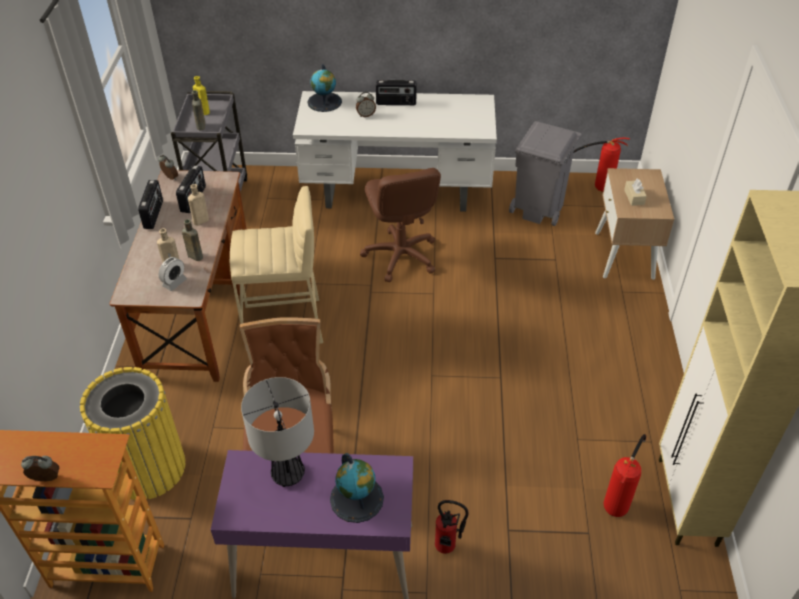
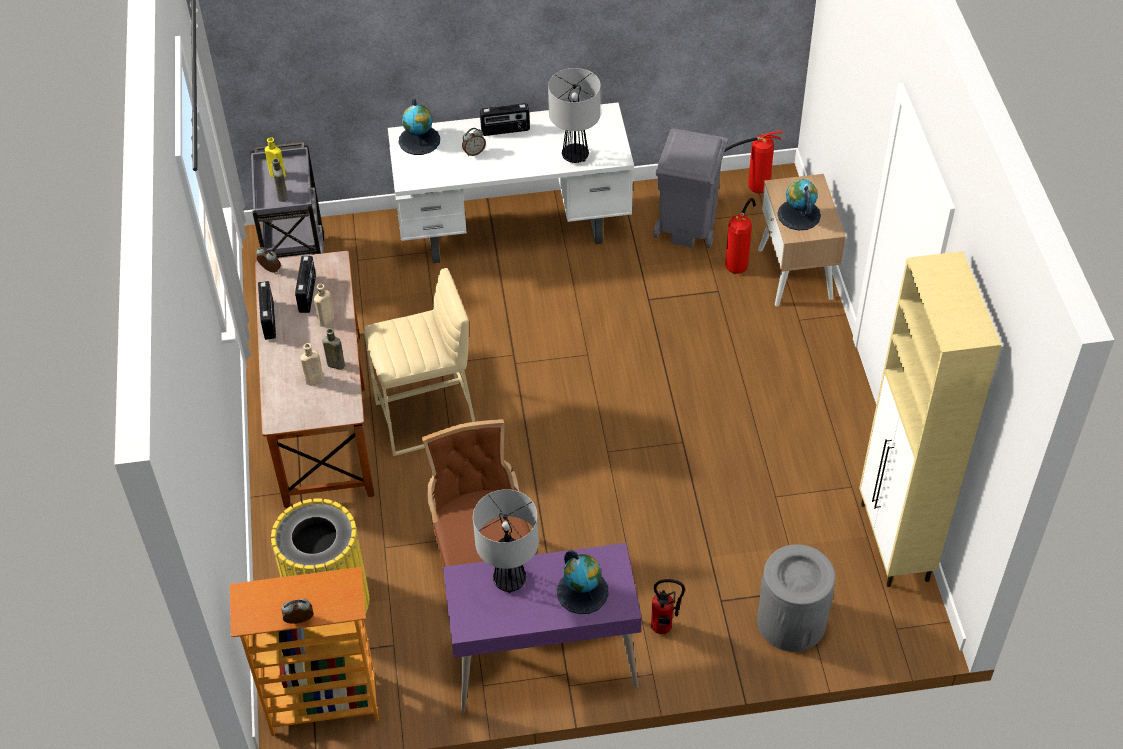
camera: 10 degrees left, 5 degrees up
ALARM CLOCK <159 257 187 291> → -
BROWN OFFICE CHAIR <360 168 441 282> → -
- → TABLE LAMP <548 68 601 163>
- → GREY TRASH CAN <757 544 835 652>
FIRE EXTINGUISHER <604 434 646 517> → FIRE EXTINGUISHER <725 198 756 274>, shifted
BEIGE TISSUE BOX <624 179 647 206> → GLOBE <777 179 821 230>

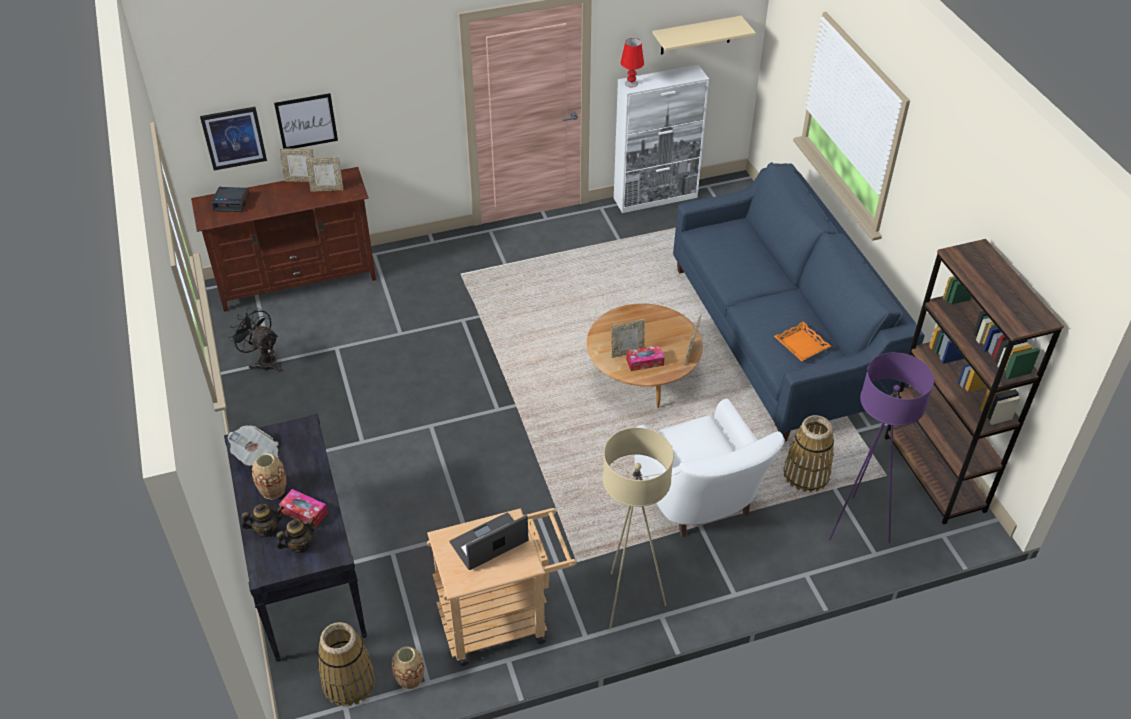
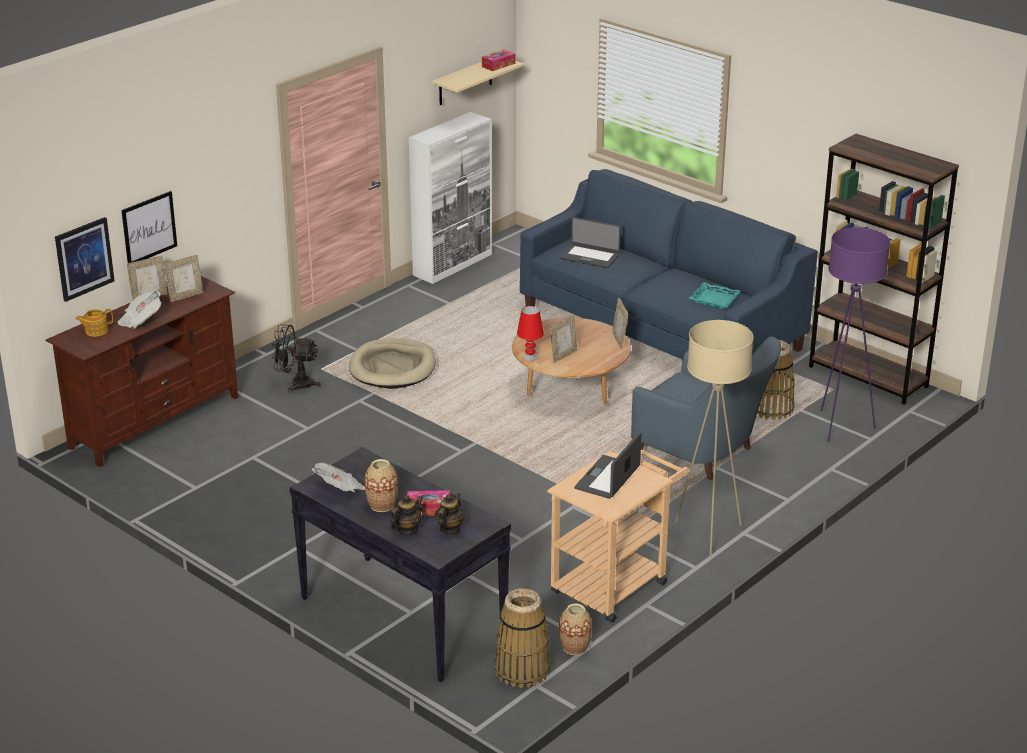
camera: 30 degrees left, 15 degrees down
- → NEWSPAPER <117 291 161 329>
- → BEIGE DOG BED <349 338 436 389>
- → LAPTOP <560 217 621 268>
BLACK FAN <228 307 281 373> → BLACK FAN <272 325 321 393>, shifted
RED TABLE LAMP <621 38 644 88> → RED TABLE LAMP <517 306 544 361>, shifted
TISSUE BOX <626 345 665 371> → TISSUE BOX <482 49 515 71>, shifted
ALARM CLOCK <212 187 249 212> → TEAPOT <76 309 113 337>
WHITE ARMCHAIR <634 399 785 538> → BLUE ARMCHAIR <631 336 781 480>
ORANGE TRAY <774 322 831 361> → TURQUOISE TRAY <689 282 741 309>

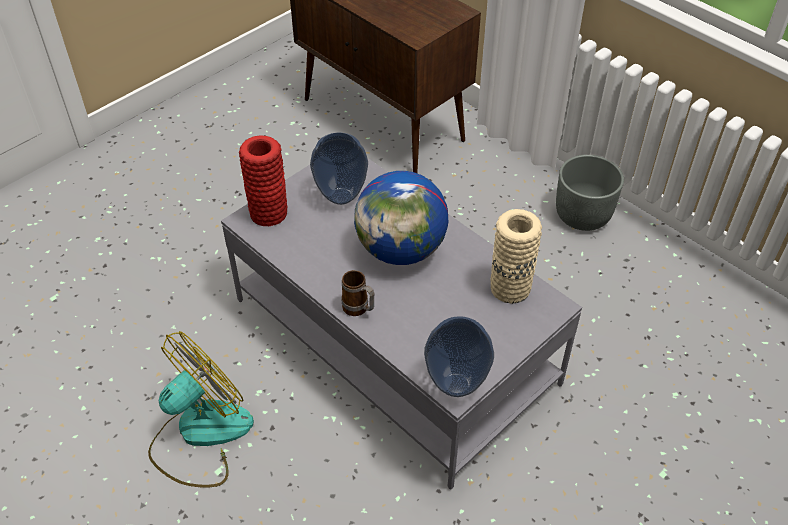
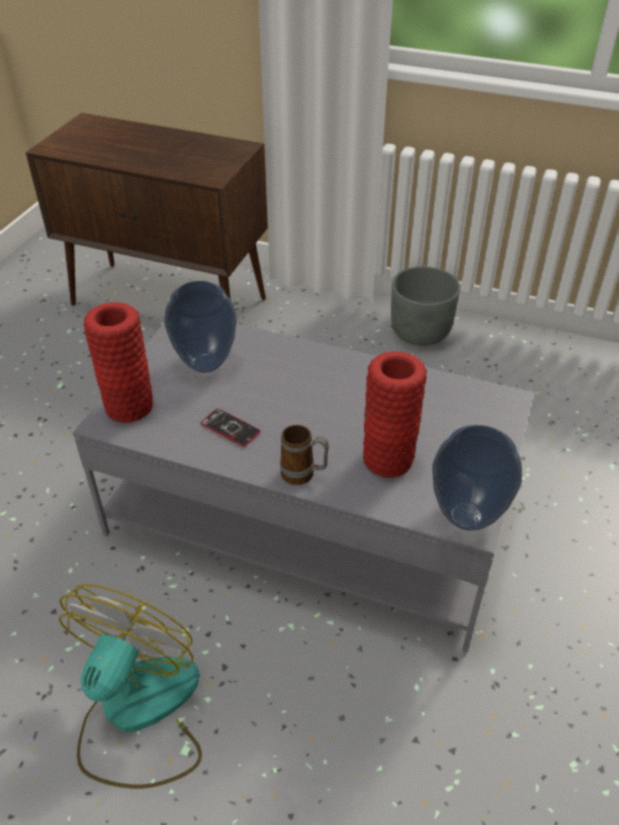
camera: 25 degrees left, 5 degrees down
GLOBE <354 171 448 265> → -
BEIGE VASE <490 209 542 304> → -
- → PHONE <201 408 261 447>
- → RED VASE <363 351 427 478>

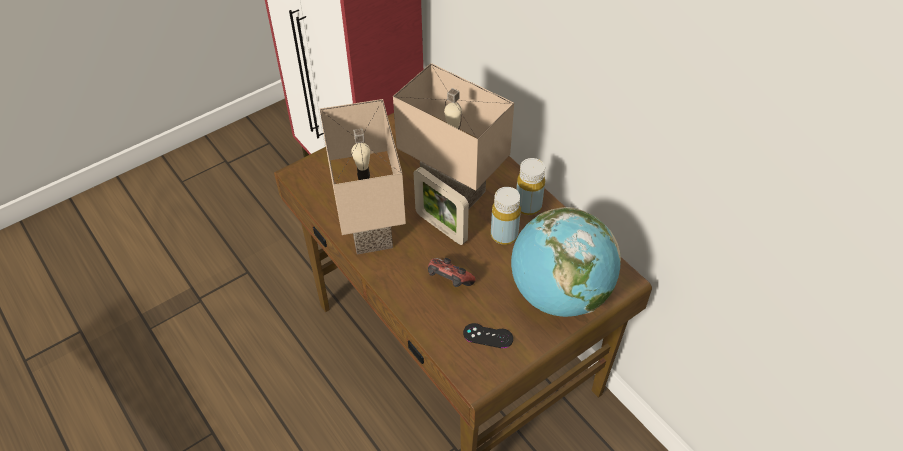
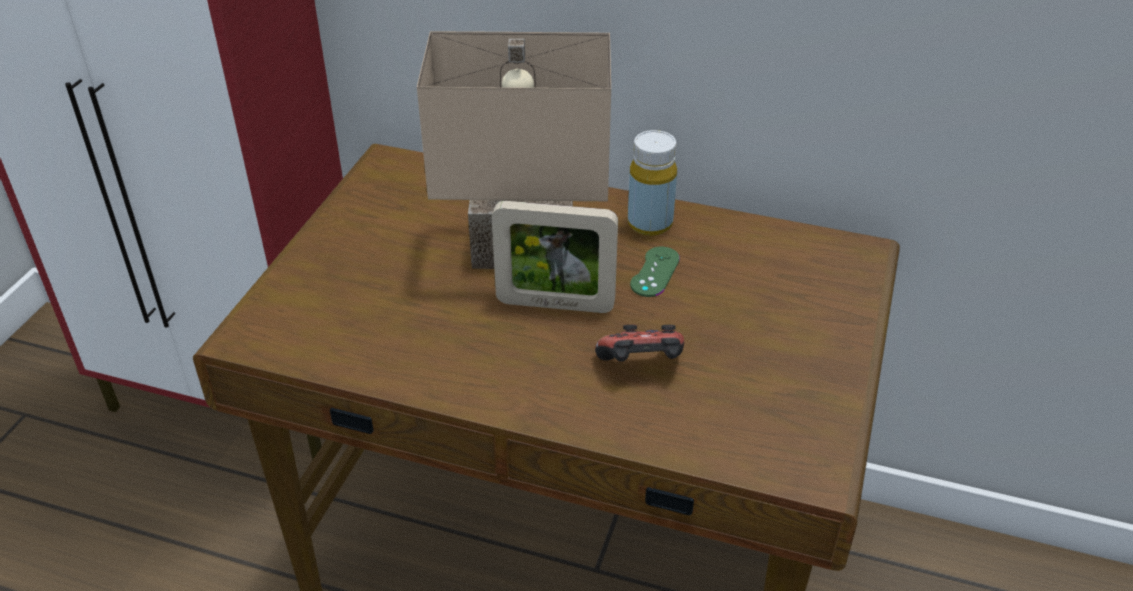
camera: 35 degrees left, 10 degrees down
BEIGE TABLE LAMP <320 99 406 255> → -
BLACK GAME CONTROLLER <463 323 513 348> → -
GLOBE <511 207 621 317> → -
YELLOW BOTTLE <491 187 521 245> → GREEN GAME CONTROLLER <630 247 680 297>

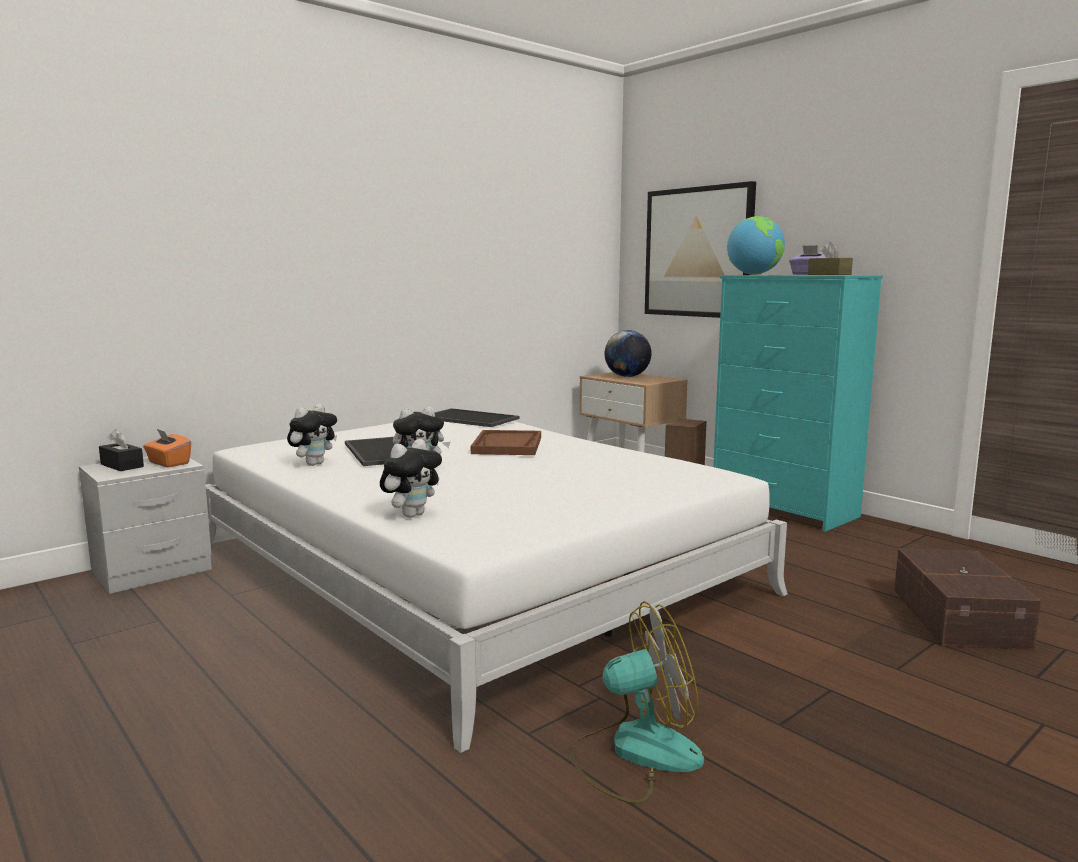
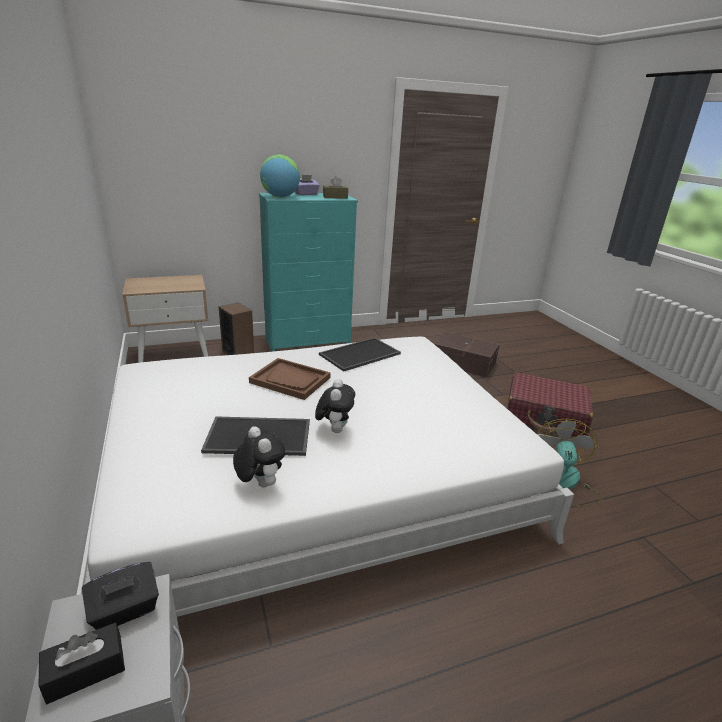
camera: 70 degrees left, 15 degrees up
PLUSH TOY <380 439 442 518> → -
GLOBE <604 330 652 377> → -
PICTURE <645 181 756 318> → -
- → RED SUITCASE <507 372 593 437>
TRAY <434 408 520 427> → TRAY <319 337 401 372>, shifted
ORANGE TISSUE BOX <143 429 191 468> → BLACK TISSUE BOX <82 562 159 630>

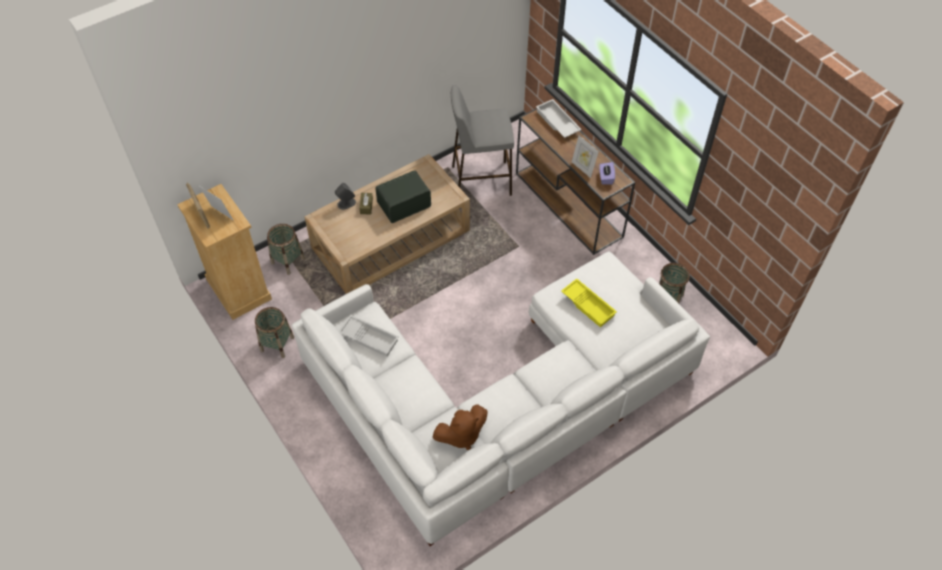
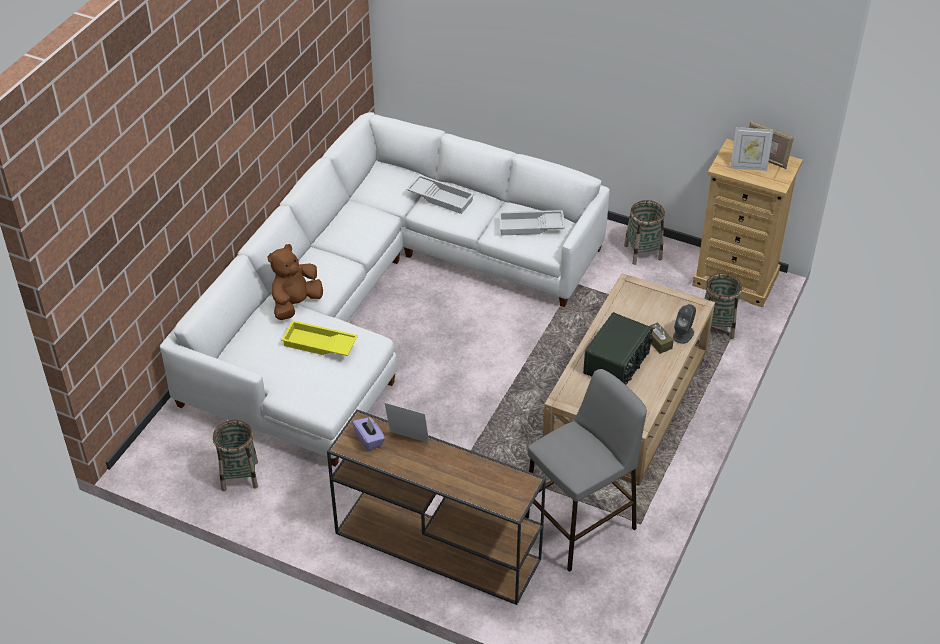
camera: 150 degrees right, 10 degrees down
BROWN PLUSH TOY <432 404 488 450> → BROWN PLUSH TOY <268 244 323 320>, shifted
WHITE TRAY <536 99 582 138> → WHITE TRAY <406 174 475 214>, shifted

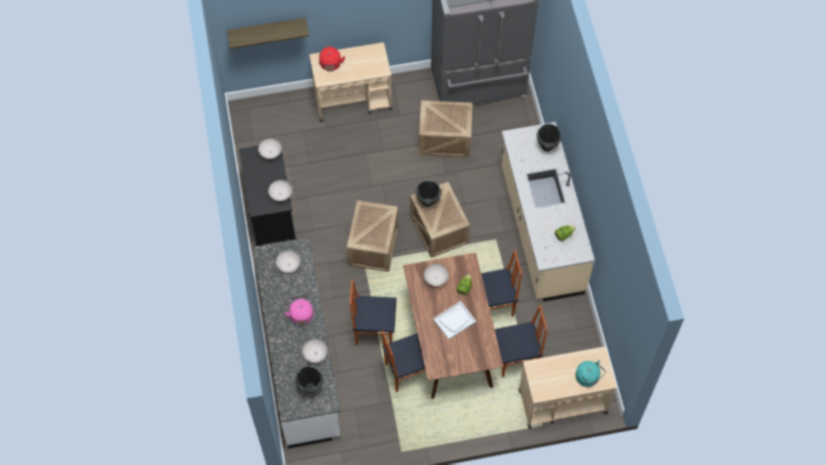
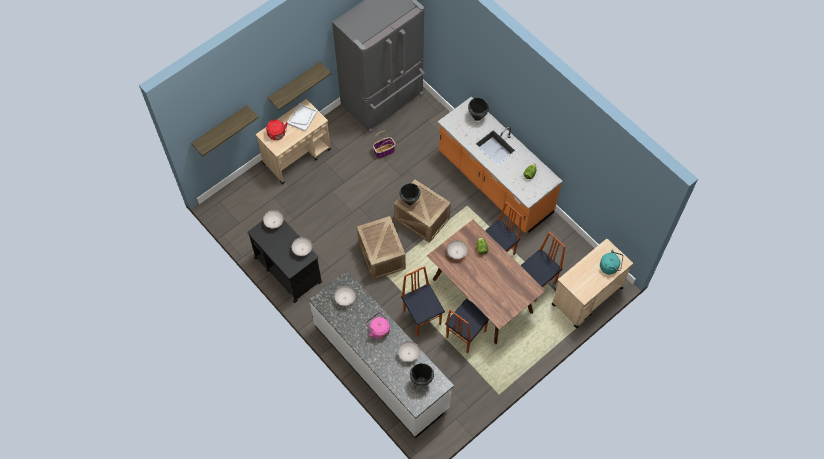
camera: 30 degrees left, 0 degrees up
- → SHELF <268 62 331 110>
WHITE TRAY <433 301 476 340> → WHITE TRAY <287 103 318 132>, shifted
CRATE <419 101 472 158> → BASKET <373 131 396 159>
BEIGE COUNTER <502 122 595 302> → ORANGE COUNTER <438 96 563 233>
CHAIR <350 279 397 345> → CHAIR <401 266 445 336>, 90 degrees clockwise

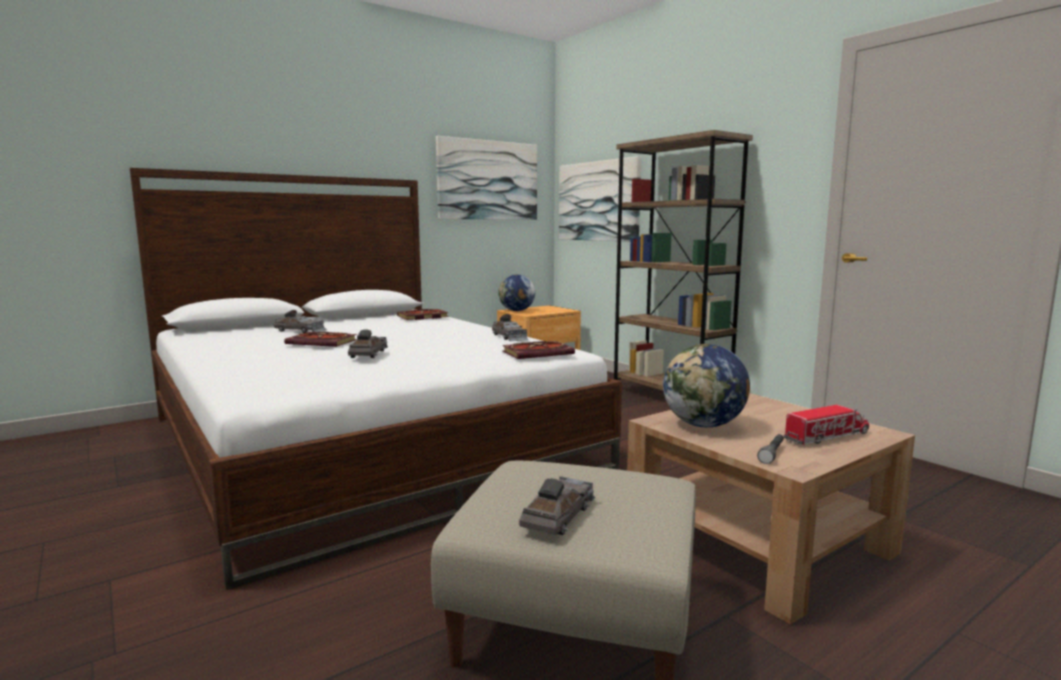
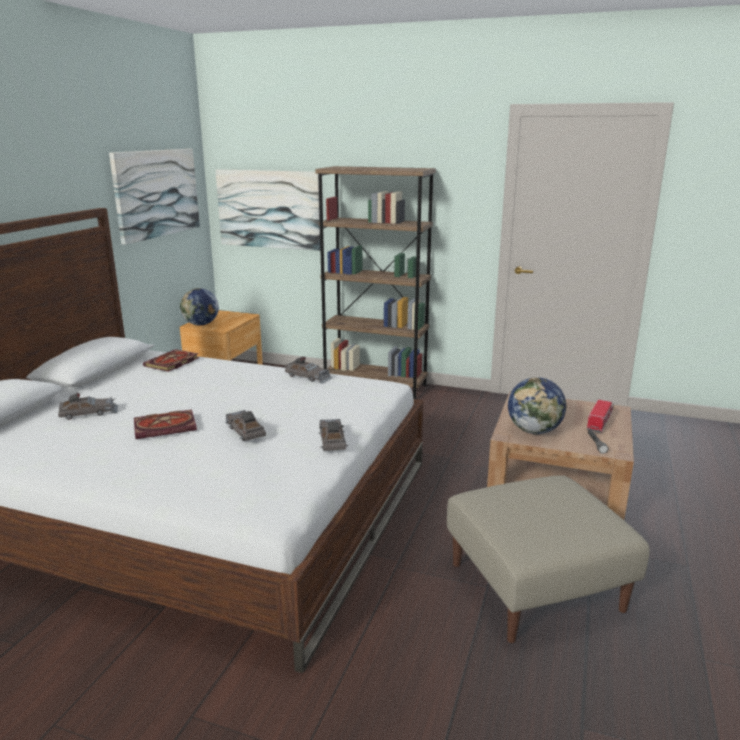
camera: 35 degrees left, 10 degrees up
BOOK <502 341 575 359> → -
GREY TOY CAR <519 476 595 535> → GREY TOY CAR <318 419 349 451>, shifted

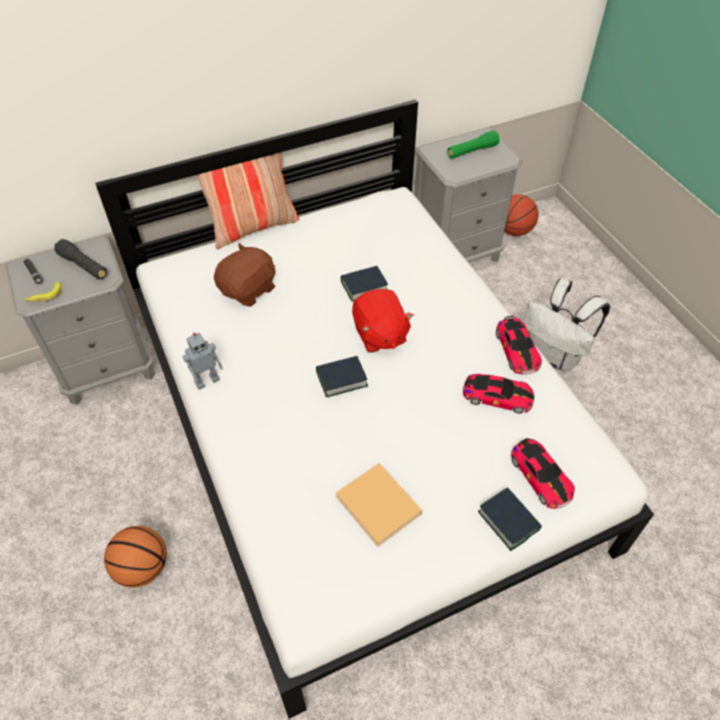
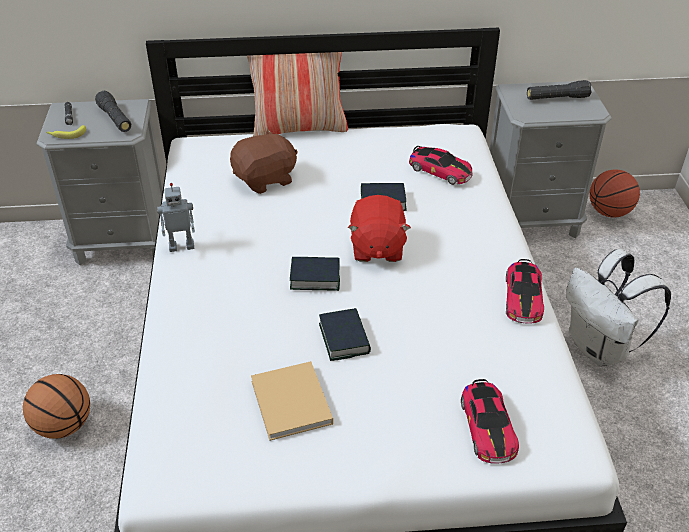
camera: 20 degrees right, 10 degrees down
TOY CAR <463 374 534 414> → TOY CAR <409 146 473 185>, shifted
BOOK <478 487 542 551> → BOOK <319 308 371 361>, shifted
GREEN FLASHLIGHT <447 131 500 159> → BLACK FLASHLIGHT <527 80 591 100>

